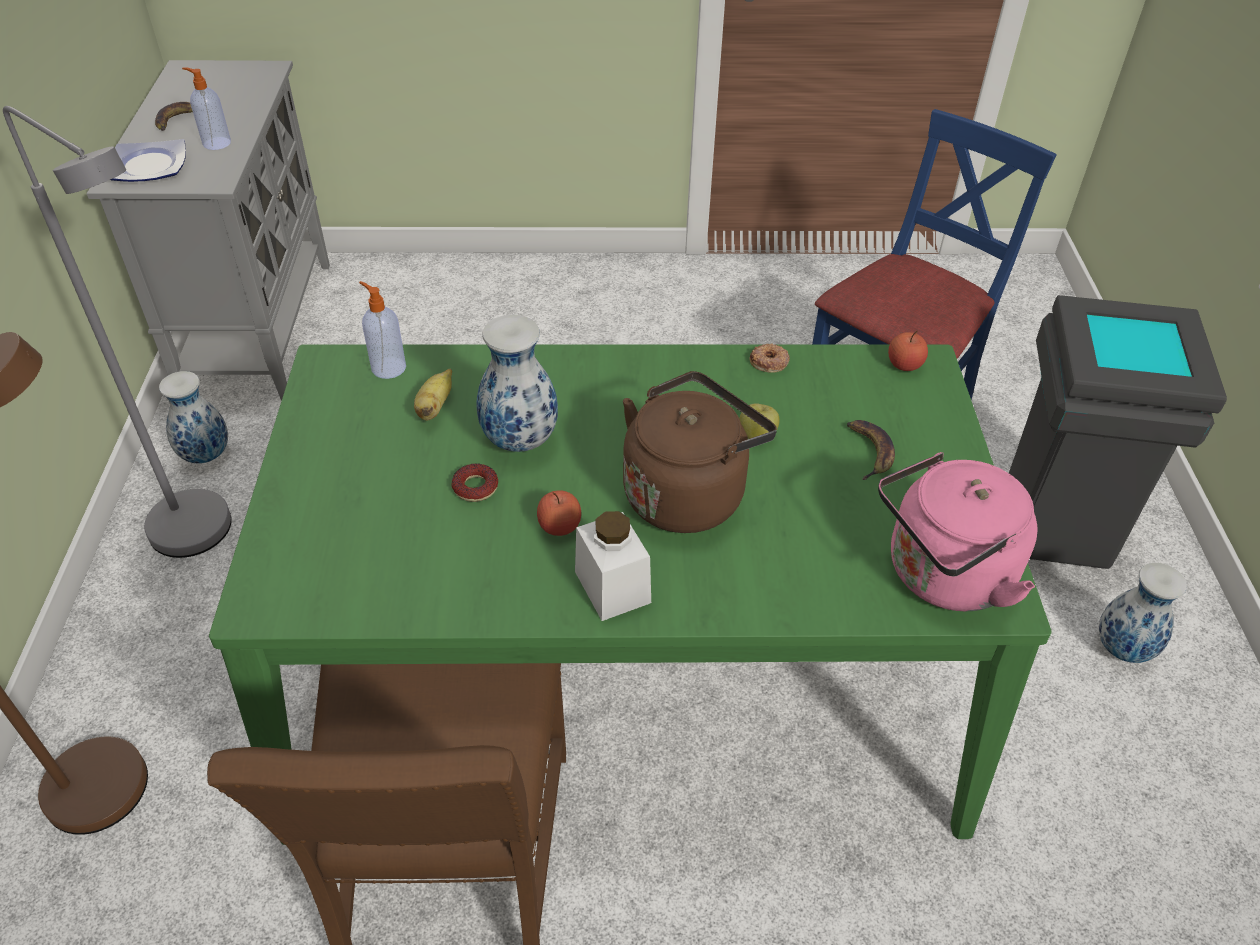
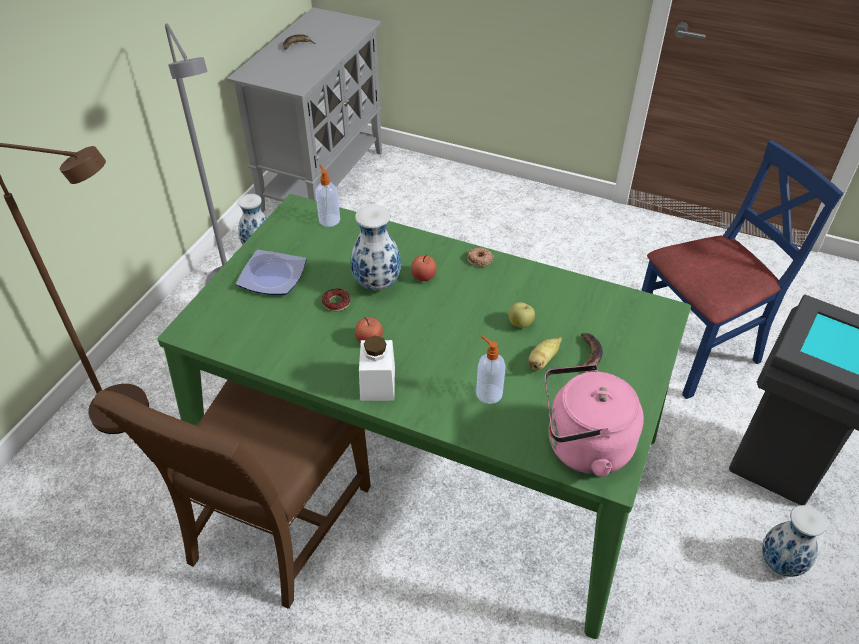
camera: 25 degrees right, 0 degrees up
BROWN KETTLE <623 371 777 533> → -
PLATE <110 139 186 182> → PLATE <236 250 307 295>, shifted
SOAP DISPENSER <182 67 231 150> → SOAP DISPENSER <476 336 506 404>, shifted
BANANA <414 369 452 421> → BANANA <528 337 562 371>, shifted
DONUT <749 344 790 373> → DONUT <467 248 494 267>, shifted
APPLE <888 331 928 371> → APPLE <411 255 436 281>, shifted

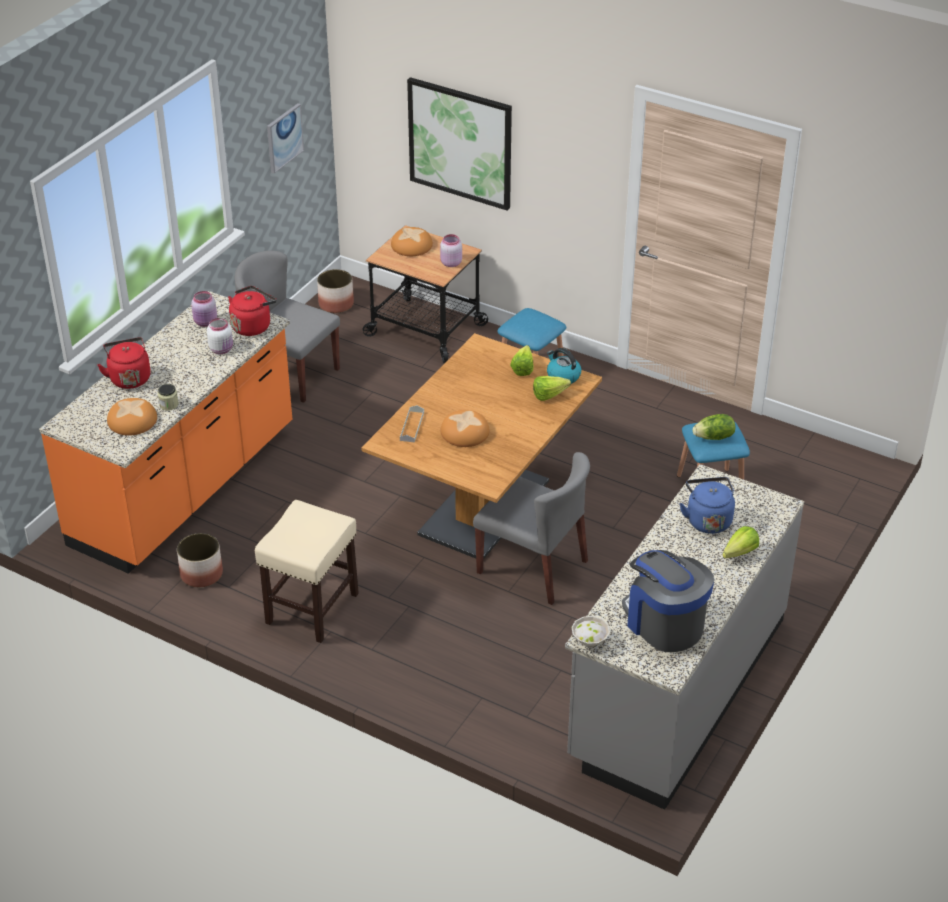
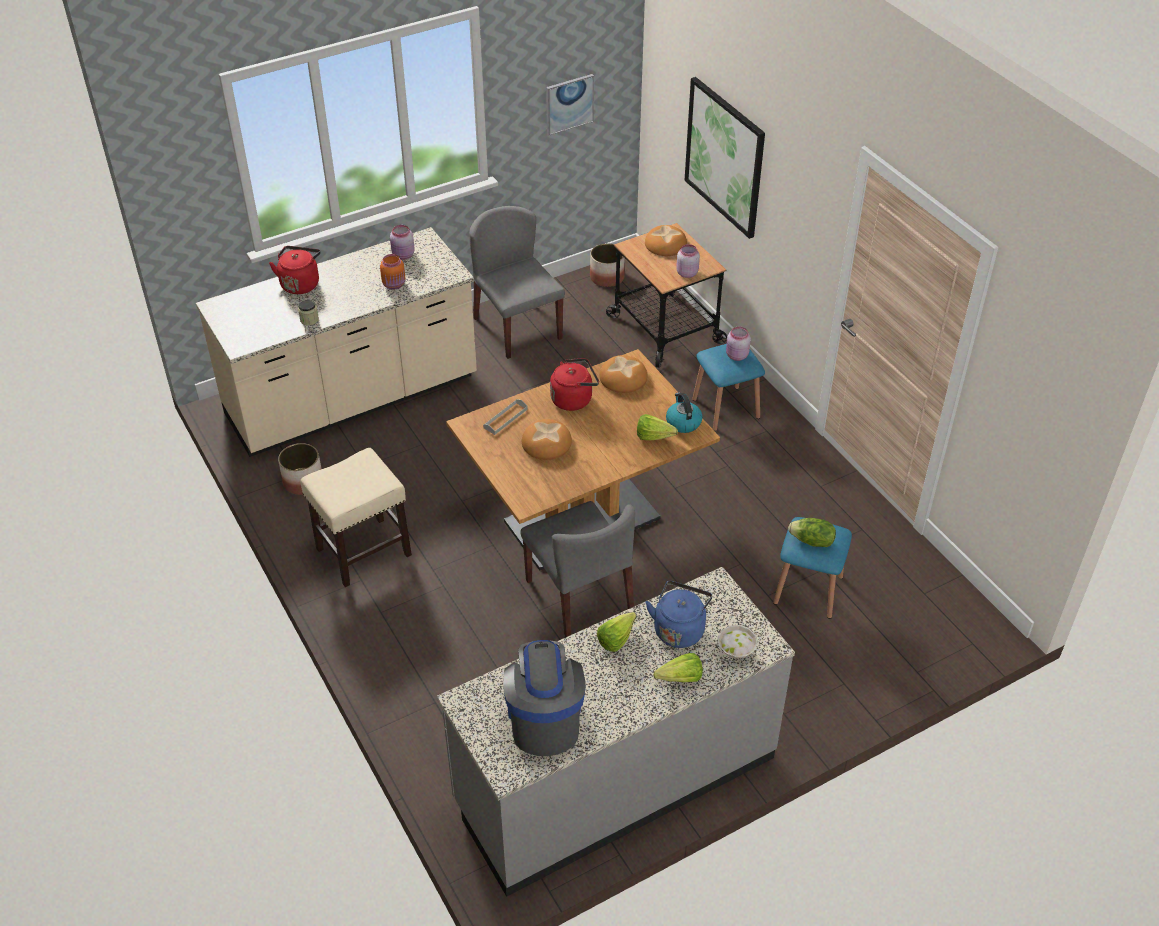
camera: 30 degrees right, 5 degrees up
- → PINK JAR <726 327 751 361>
BREAD <107 398 157 436> → BREAD <600 355 648 393>, shifted
RED KETTLE <228 286 277 336> → RED KETTLE <550 358 599 411>, shifted
LETTUCE <510 345 534 376> → LETTUCE <597 612 636 652>, shifted
WHITE BOWL <571 616 610 647> → WHITE BOWL <718 625 758 658>, shifted
ORANGE COUNTER <39 291 292 574> → BEIGE COUNTER <195 227 477 457>
WHITE JAR <207 318 233 354> → ORANGE JAR <380 254 405 290>

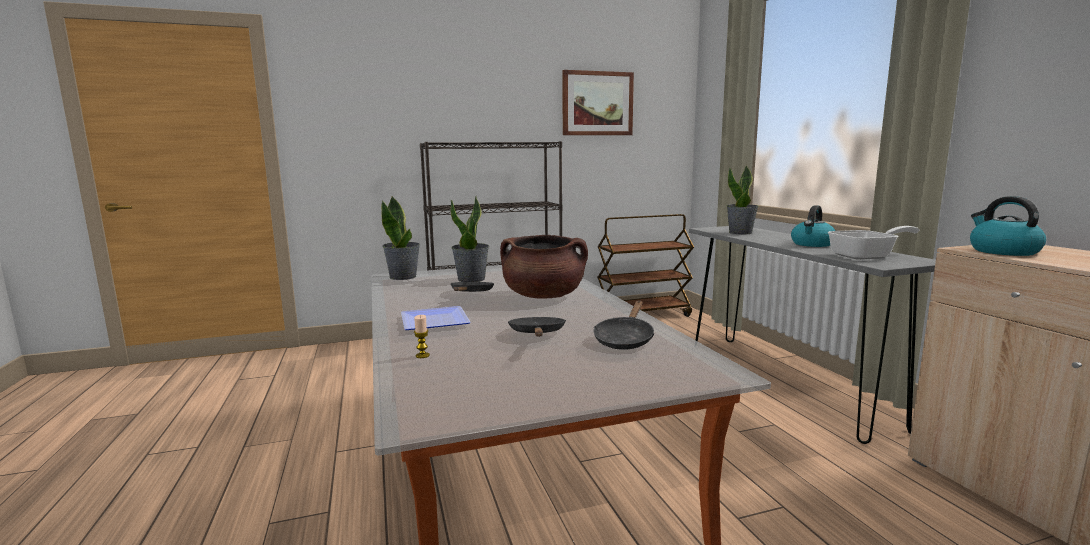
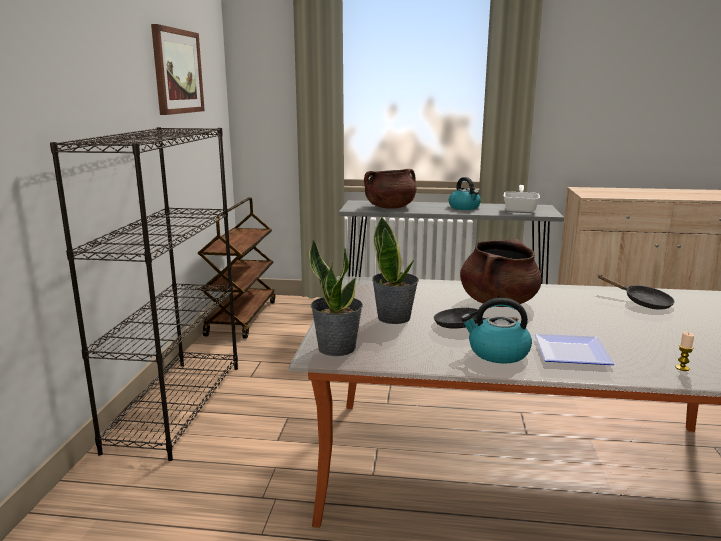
camera: 65 degrees left, 5 degrees up
BLACK FRYING PAN <508 317 566 337> → -
KETTLE <970 196 1046 256> → KETTLE <461 298 532 364>, shifted
POTTED PLANT <726 165 758 235> → BROWN COOKING POT <364 169 416 209>

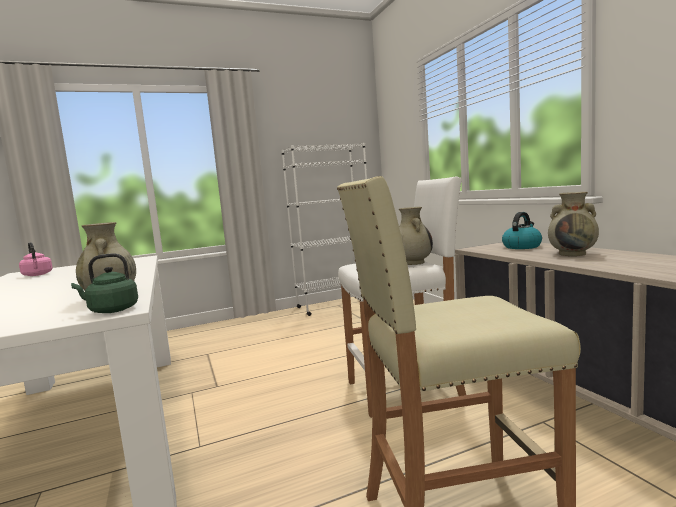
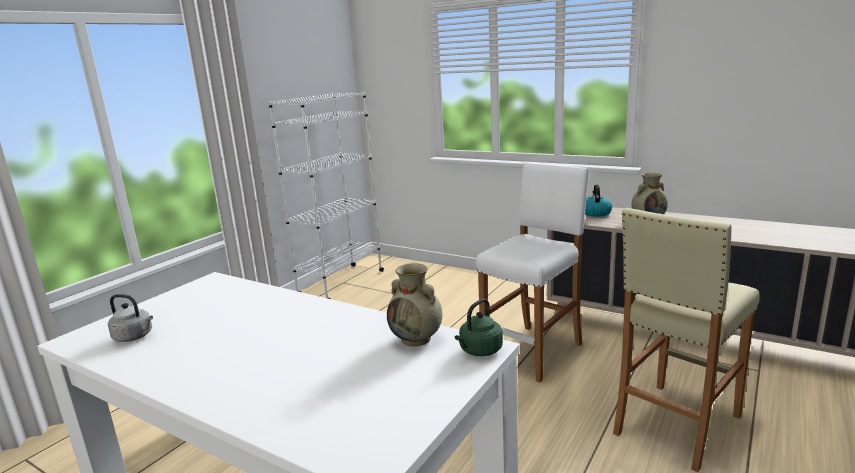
camera: 35 degrees left, 10 degrees up
BEIGE VASE <399 207 433 265> → -
PINK KETTLE <19 242 53 276> → GREY KETTLE <108 294 153 342>

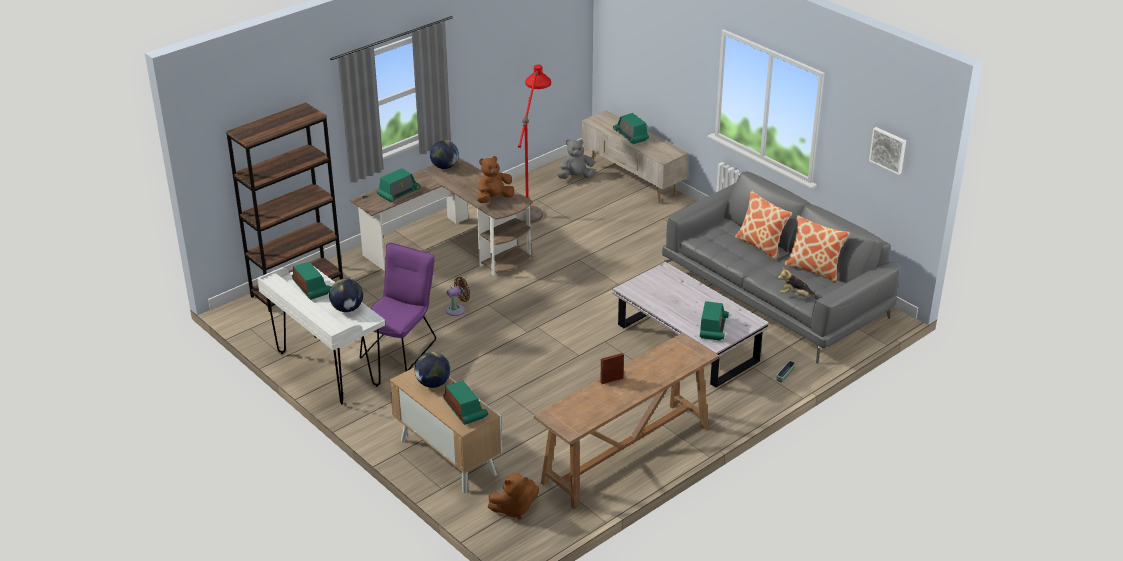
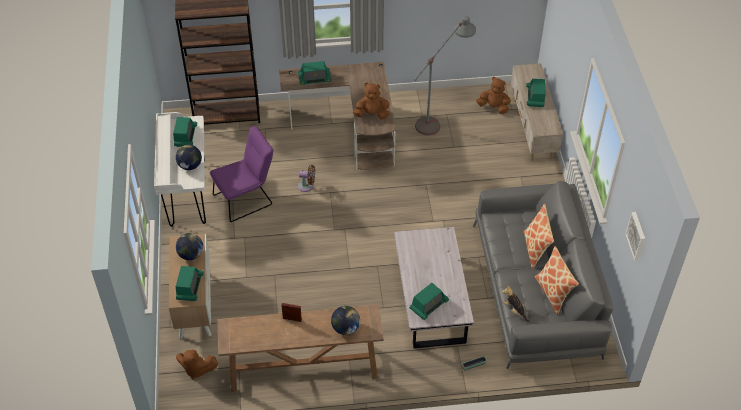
camera: 35 degrees right, 15 degrees up
GLOBE <430 140 459 169> → GLOBE <331 306 360 335>, shifted
RED FLOOR LAMP <516 64 551 223> → GREY FLOOR LAMP <414 16 476 135>
GREY PLUSH TOY <557 139 596 179> → BROWN PLUSH TOY <476 77 511 114>

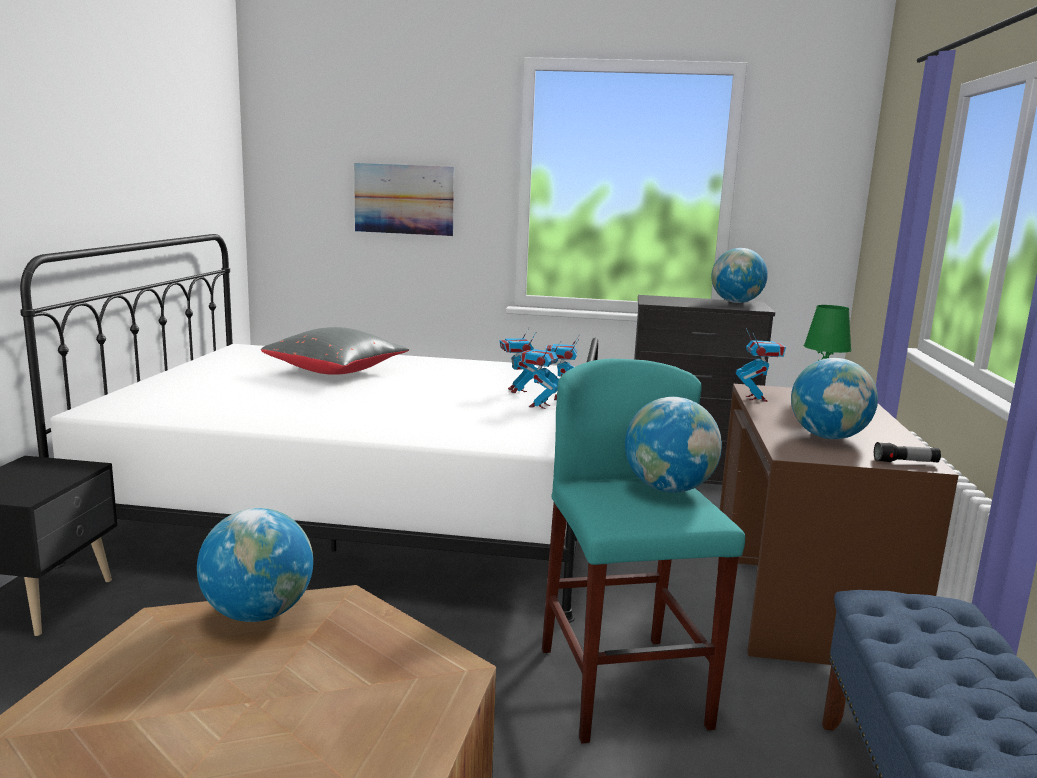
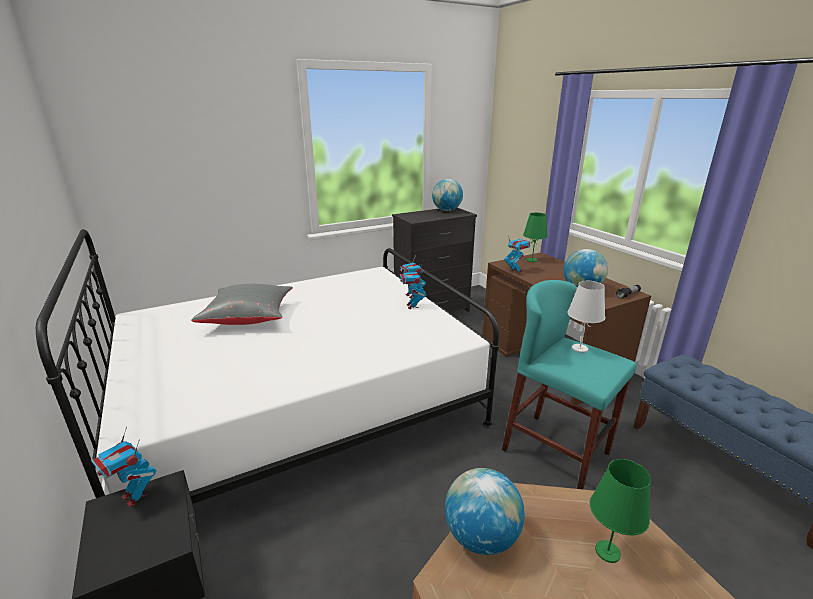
camera: 35 degrees left, 10 degrees up
PICTURE <354 163 454 236> → -
- → GREEN TABLE LAMP <590 459 651 563>
TOY ROBOT <500 328 538 393> → TOY ROBOT <91 427 156 507>, shifted
GLOBE <625 397 722 493> → WHITE TABLE LAMP <567 281 605 353>

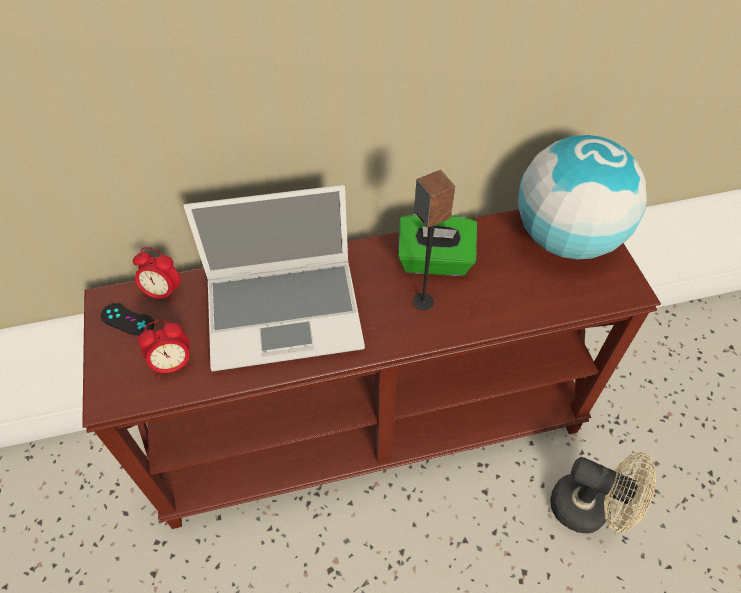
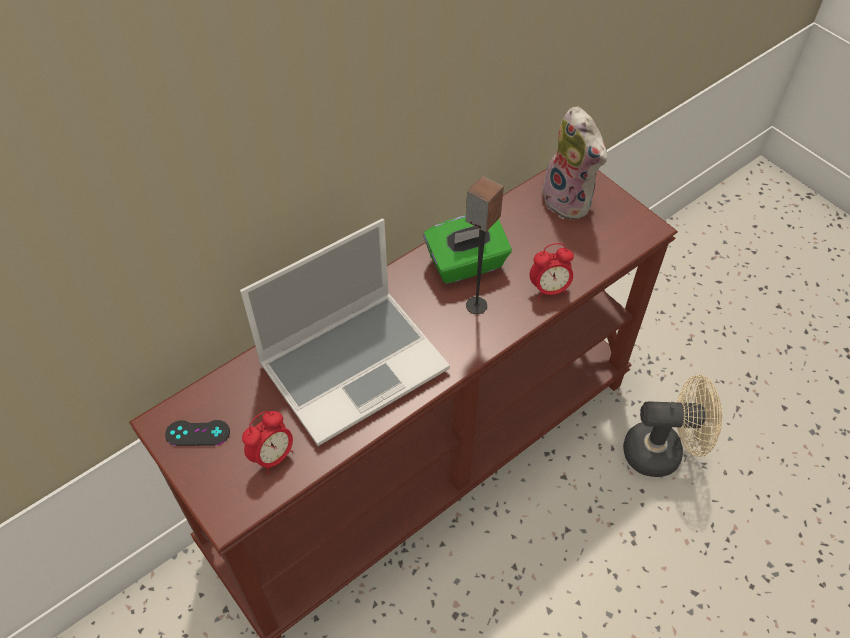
camera: 25 degrees left, 0 degrees up
ALARM CLOCK <133 247 180 303> → ALARM CLOCK <529 243 574 299>, shifted
GLOBE <518 135 647 259> → PLUSH TOY <542 106 607 219>

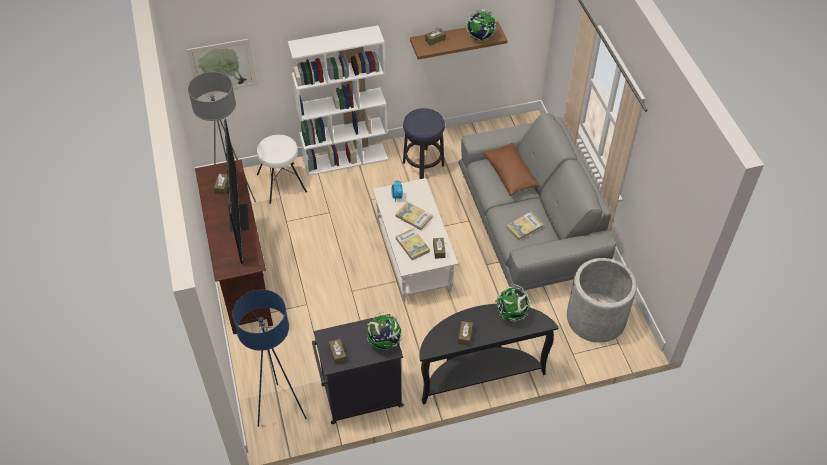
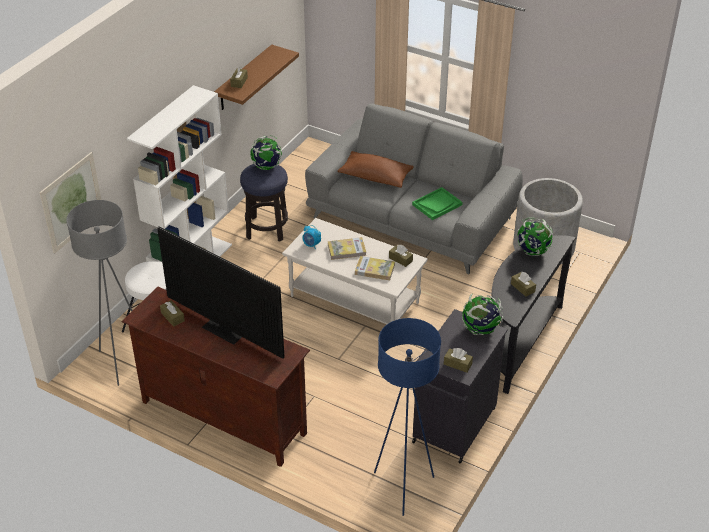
camera: 45 degrees left, 10 degrees down
GLOBE <465 9 496 41> → GLOBE <250 135 282 170>, shifted
BOOK <506 212 544 241> → GREEN TRAY <412 187 463 220>

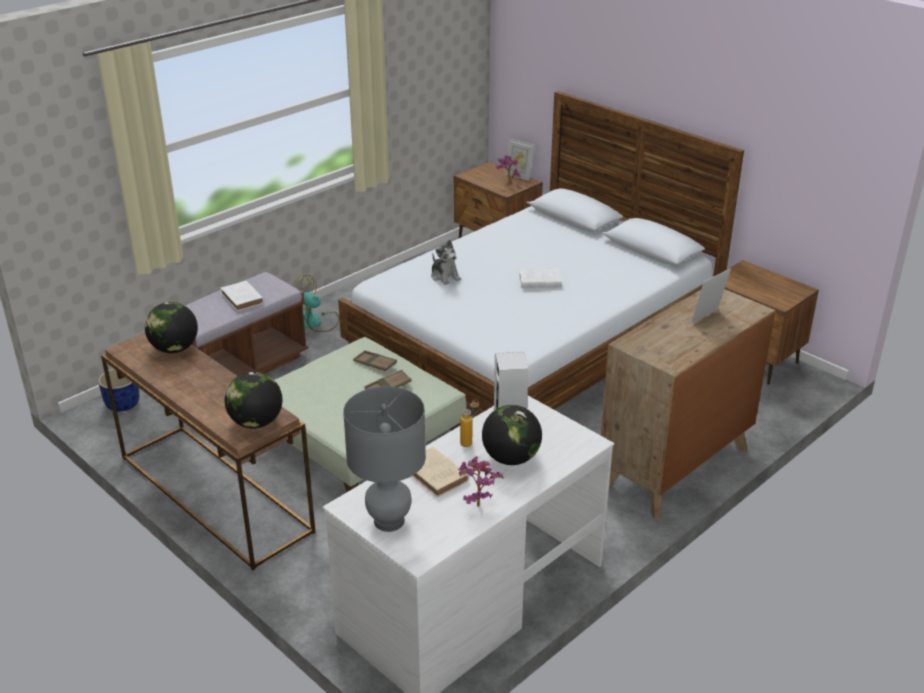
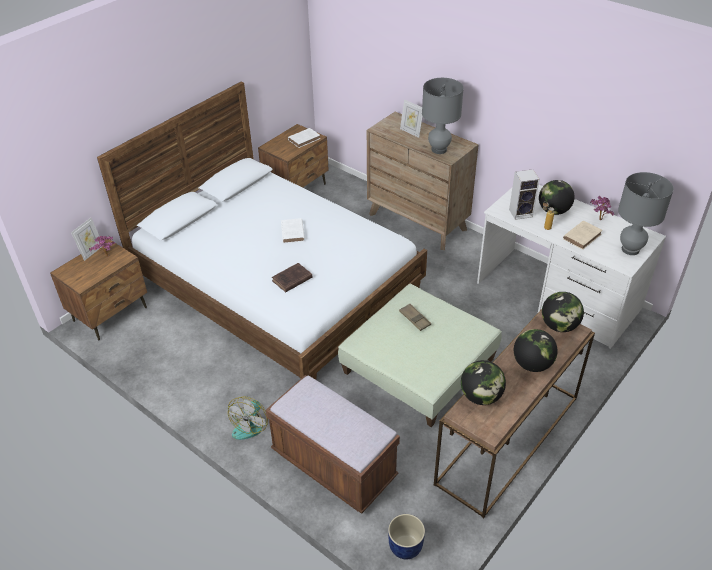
camera: 95 degrees left, 10 degrees up
BROWN TRAY <353 350 397 371> → -
- → GREY TABLE LAMP <422 78 464 154>
- → GLOBE <514 329 558 372>
WHITE BOOK <221 281 264 311> → WHITE BOOK <288 128 320 148>, shifted
PLUSH TOY <431 240 461 285> → BROWN BOOK <272 263 313 292>

